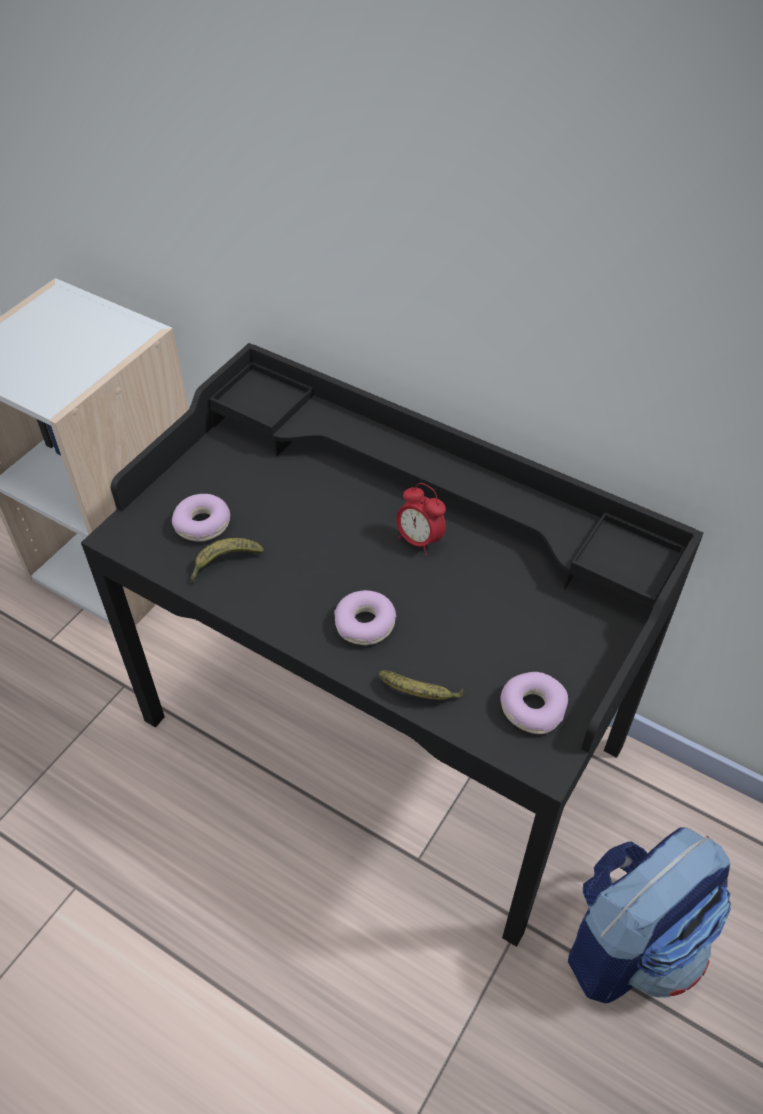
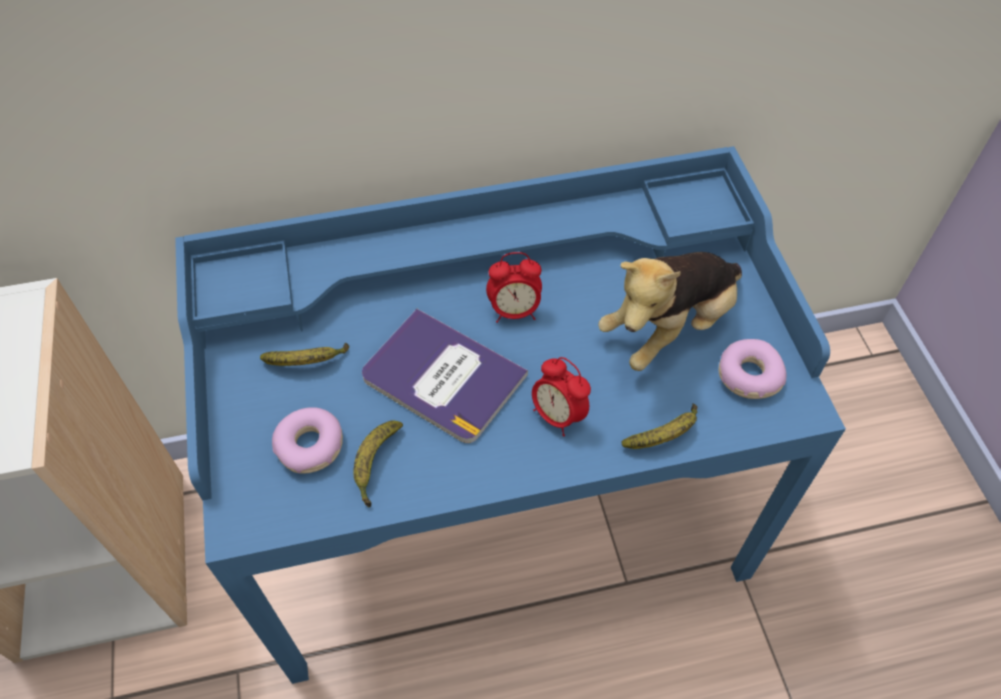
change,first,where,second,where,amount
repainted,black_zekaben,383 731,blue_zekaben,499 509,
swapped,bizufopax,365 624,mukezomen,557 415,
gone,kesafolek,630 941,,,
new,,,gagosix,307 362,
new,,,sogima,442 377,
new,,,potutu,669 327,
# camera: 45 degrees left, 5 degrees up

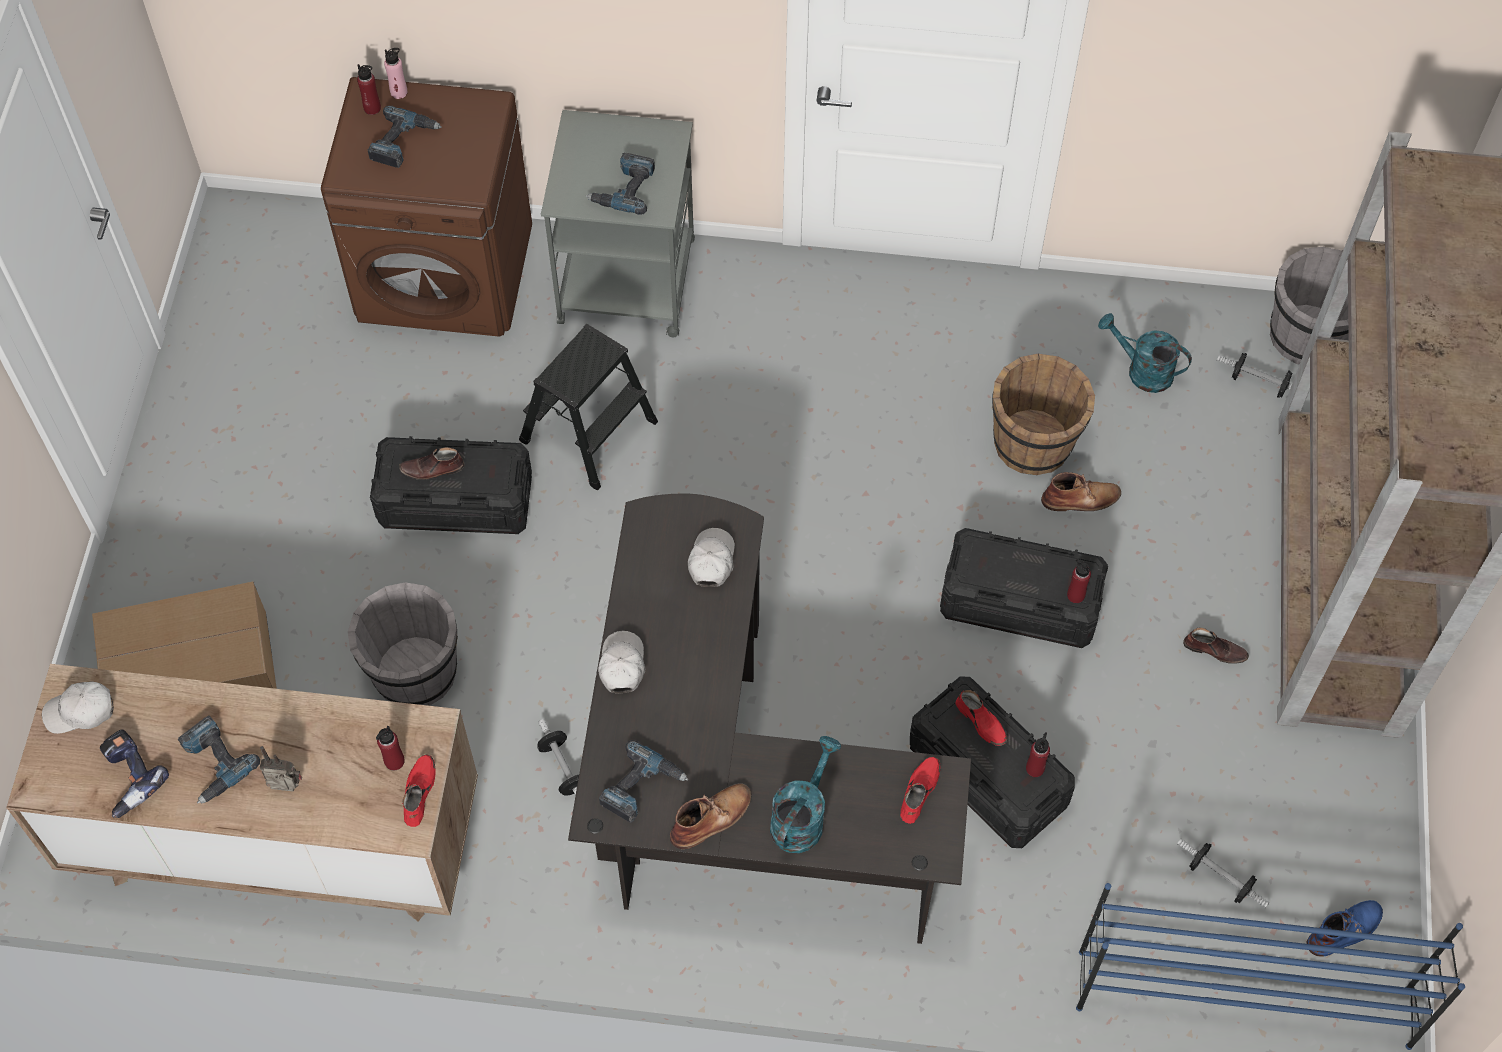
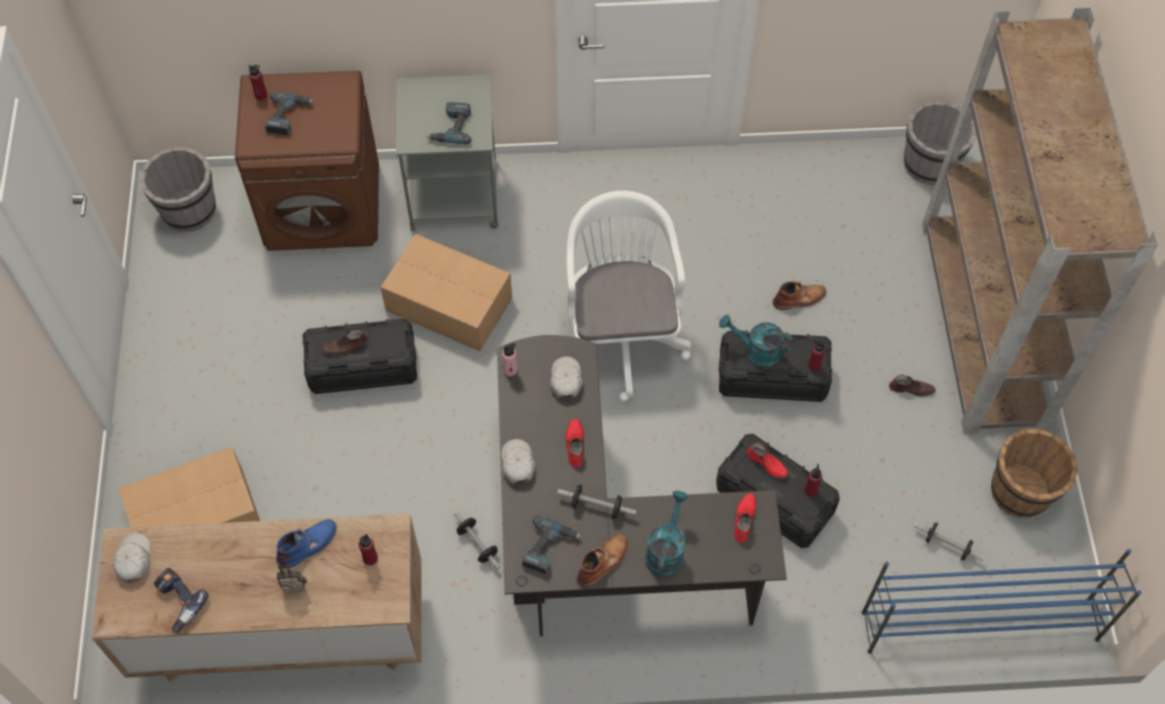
change,first,where,second,where,amount
rotated,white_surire,80 711,,133 560,105 degrees clockwise
gone,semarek,212 763,,,
shifted,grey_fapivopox,414 672,,188 210,
shifted,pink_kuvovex,399 92,,510 370,
shifted,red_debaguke,418 792,,574 444,
swapped,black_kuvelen,589 430,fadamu,448 302,
shifted,brown_fapivopox,1034 443,,1021 491,
shifted,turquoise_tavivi,1142 370,,756 352,
shifted,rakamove,1259 383,,596 506,
shifted,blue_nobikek,1345 930,,308 545,
new,,,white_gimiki,621 334,
# camera: 10 degrees left, 0 degrees up

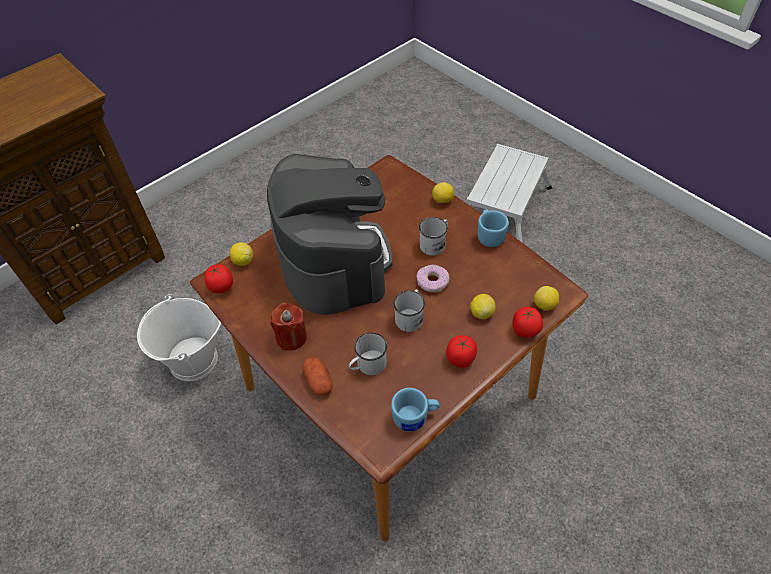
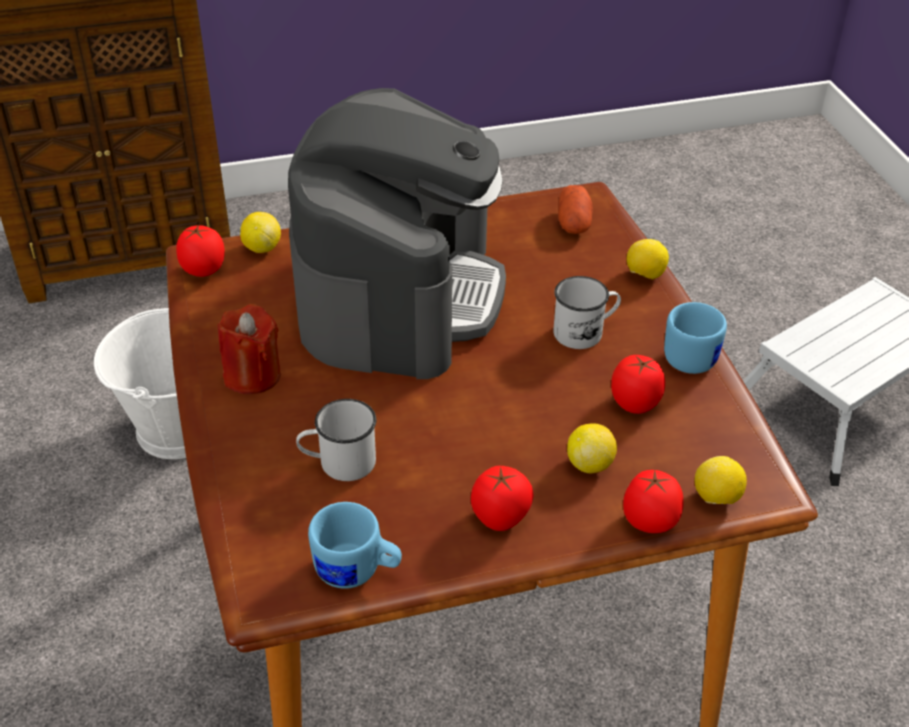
change,first,where,second,where,amount
shifted,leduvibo,318 381,,574 223,
gone,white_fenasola,410 317,,,
gone,bizufopax,432 282,,,
new,,,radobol,634 403,
# camera: 25 degrees right, 10 degrees down

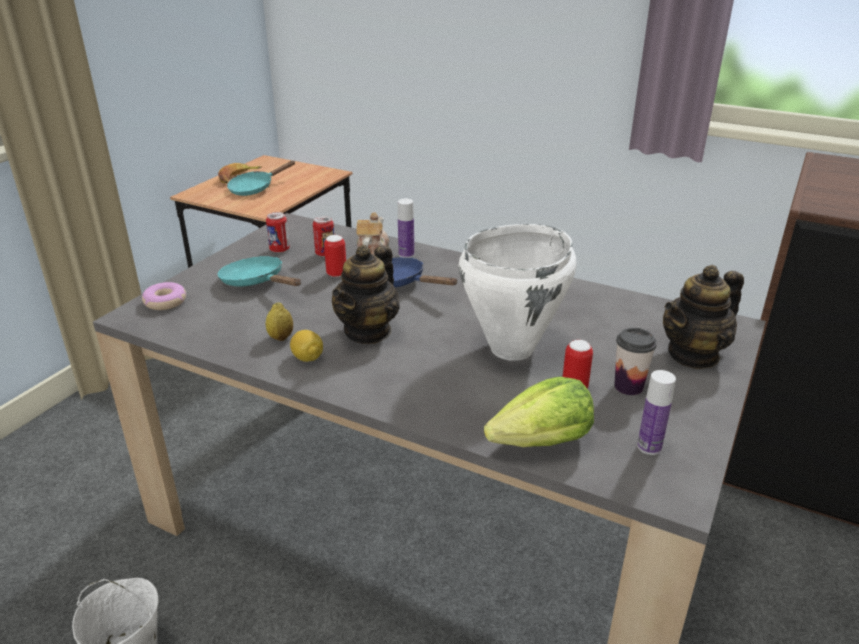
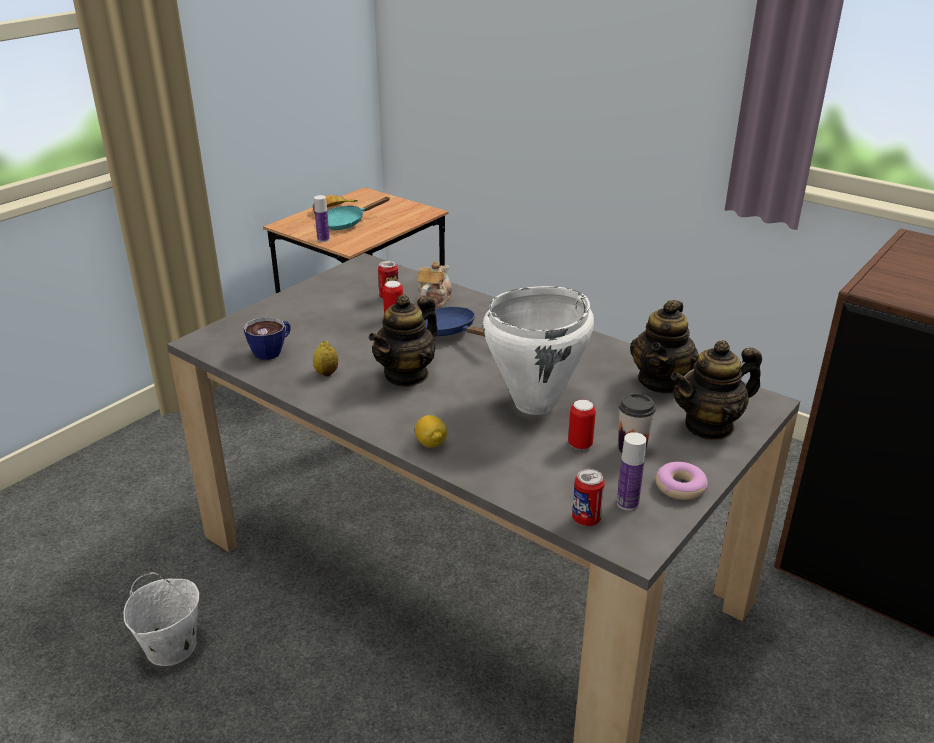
change,first,where,second,where,amount
shifted,bizufopax,165 302,,680 487,
gone,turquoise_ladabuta,257 282,,,
shifted,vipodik,279 250,,586 519,
shifted,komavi,307 358,,431 443,
shifted,kuvovex,406 255,,323 239,
gone,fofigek,542 442,,,
new,,,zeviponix,272 351,
new,,,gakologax,661 381,
# camera: 10 degrees right, 0 degrees up

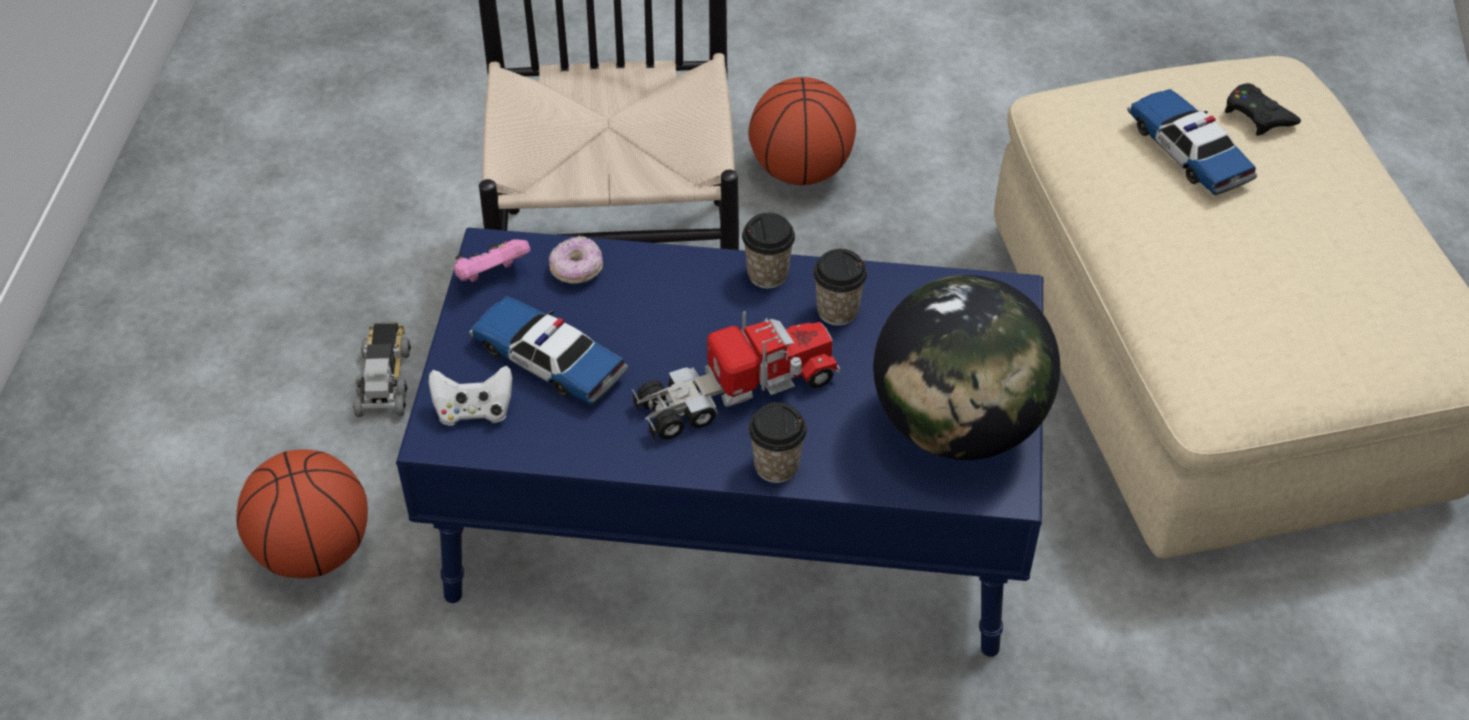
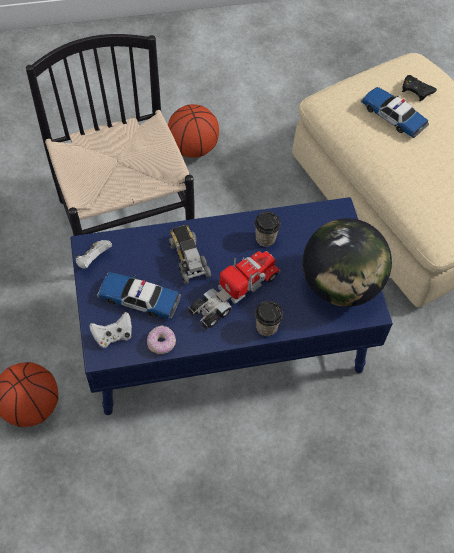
change,first,where,second,where,amount
shifted,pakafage,384 379,,188 258,
repainted,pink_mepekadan,491 275,white_mepekadan,93 260,
shifted,bizufopax,577 270,,161 343,
gone,zeviponix,767 274,,,
# camera: 20 degrees left, 10 degrees up

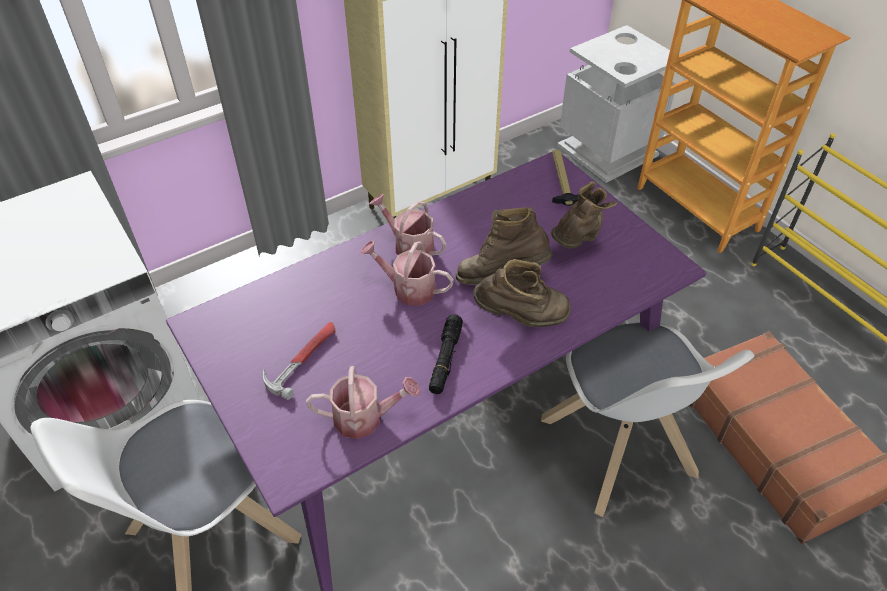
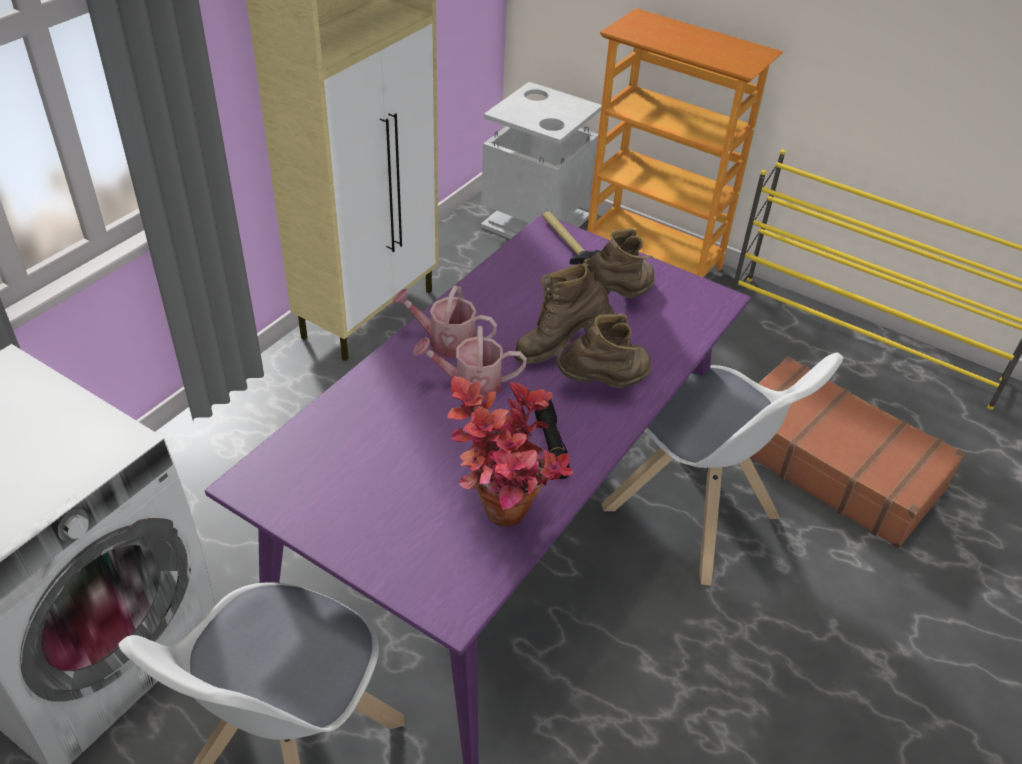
change,first,where,second,where,amount
gone,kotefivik,302 359,,,
swapped,tavivi,365 418,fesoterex,502 525,
rotated,brown_nobikek,578 241,,616 296,45 degrees clockwise
# camera: 25 degrees left, 5 degrees down

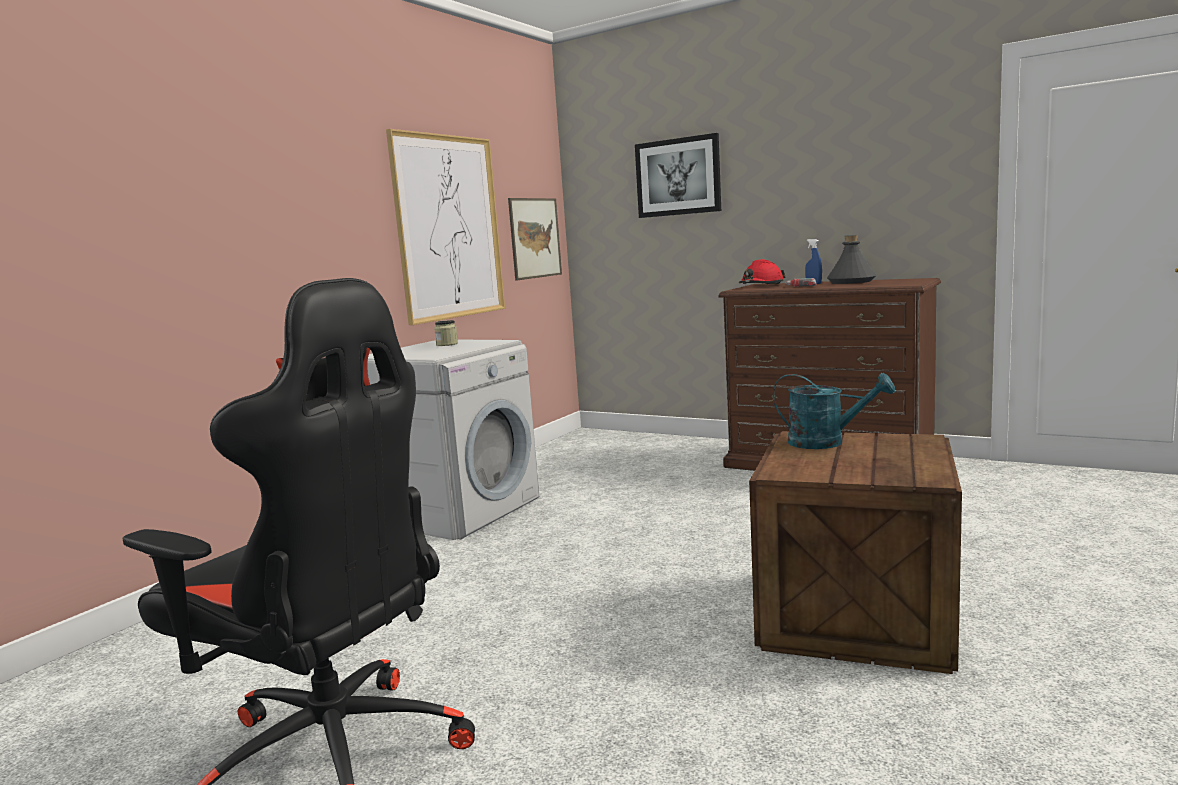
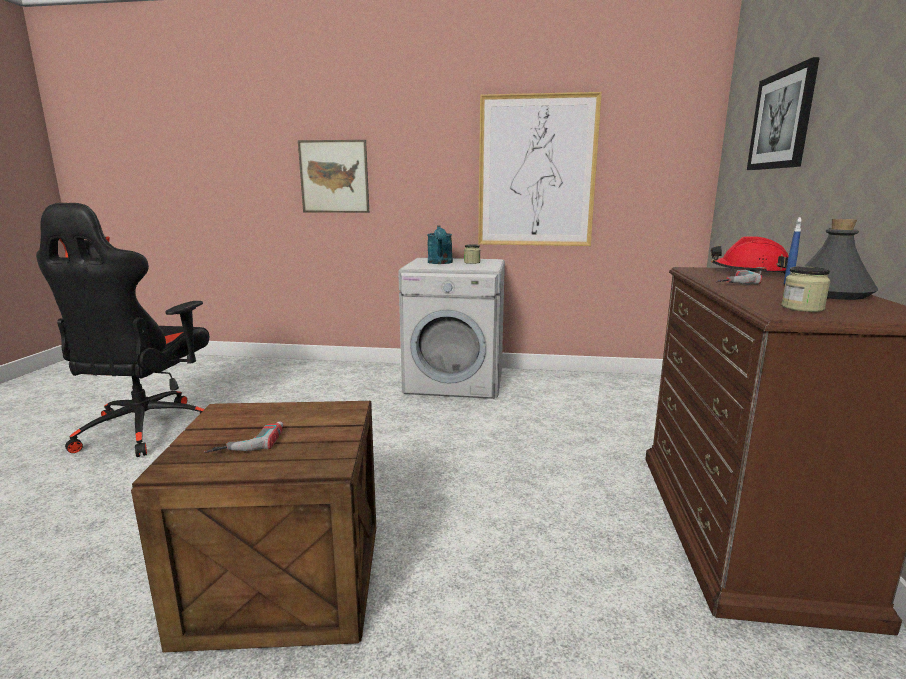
change,first,where,second,where,amount
shifted,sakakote,535 238,,334 176,
shifted,turquoise_tavivi,826 442,,440 263,
new,,,semarek,248 442,
new,,,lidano,802 308,
# camera: 65 degrees right, 5 degrees up

